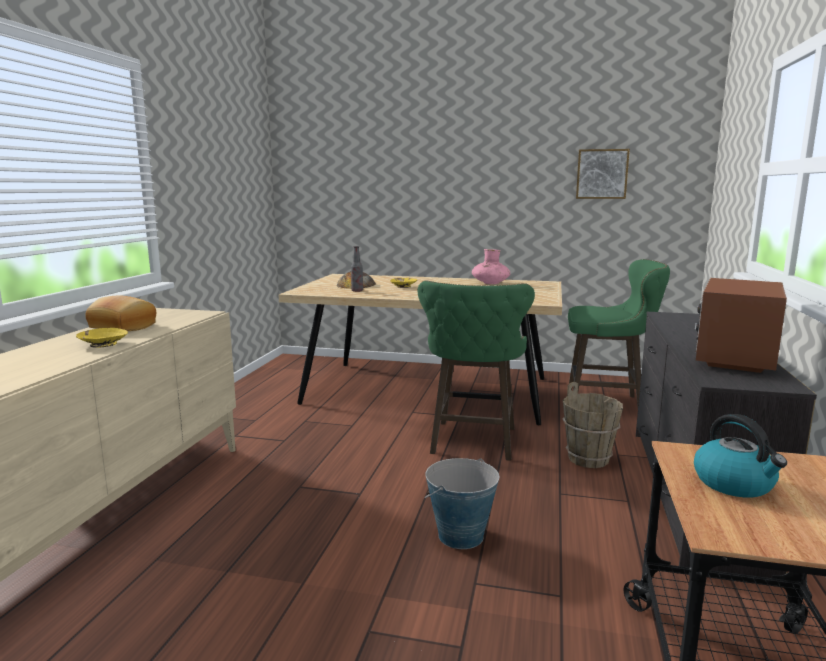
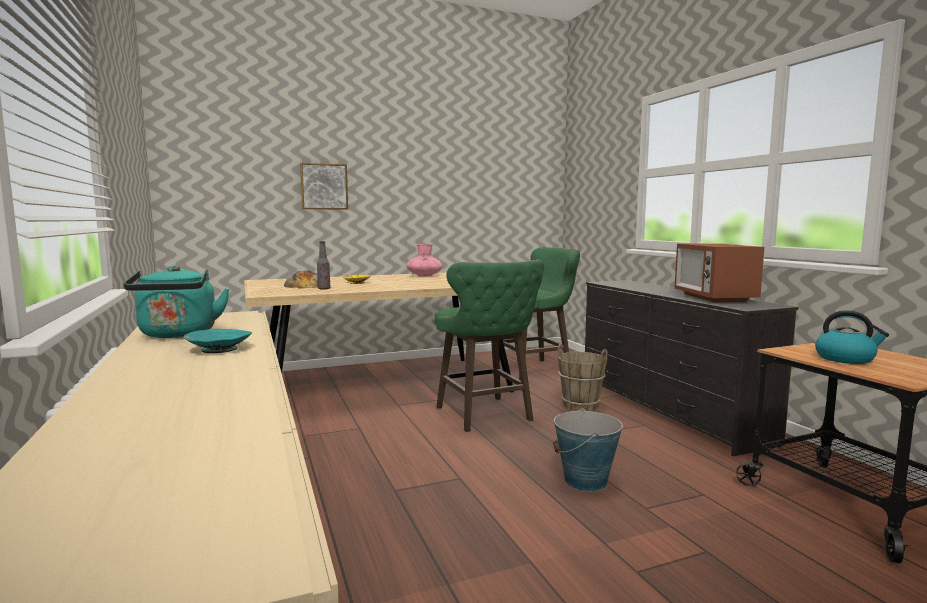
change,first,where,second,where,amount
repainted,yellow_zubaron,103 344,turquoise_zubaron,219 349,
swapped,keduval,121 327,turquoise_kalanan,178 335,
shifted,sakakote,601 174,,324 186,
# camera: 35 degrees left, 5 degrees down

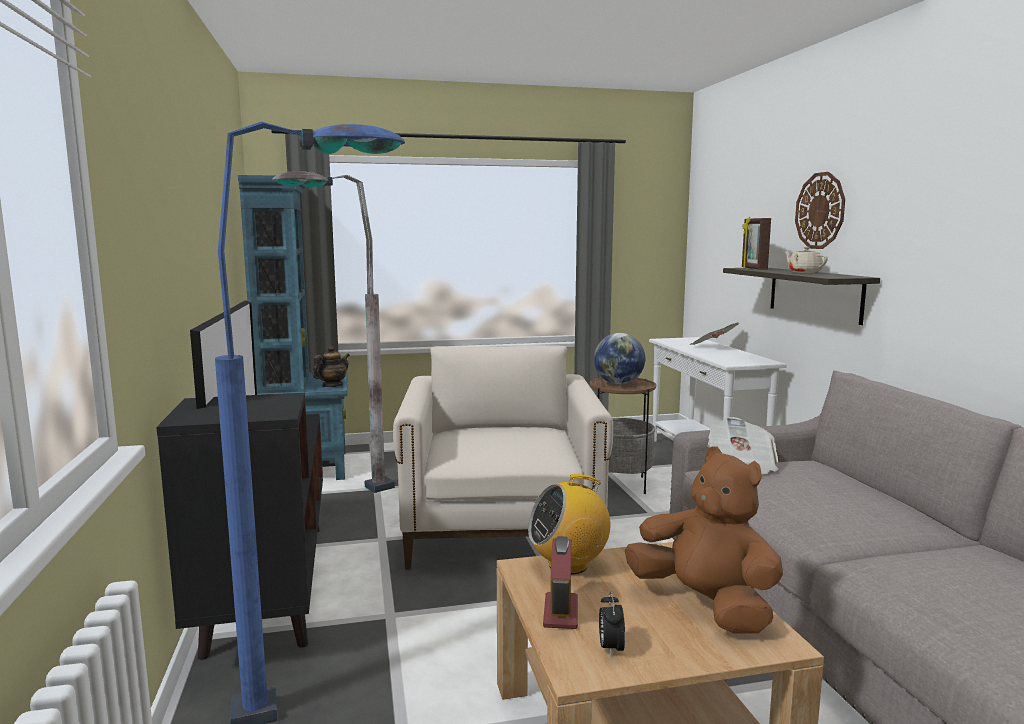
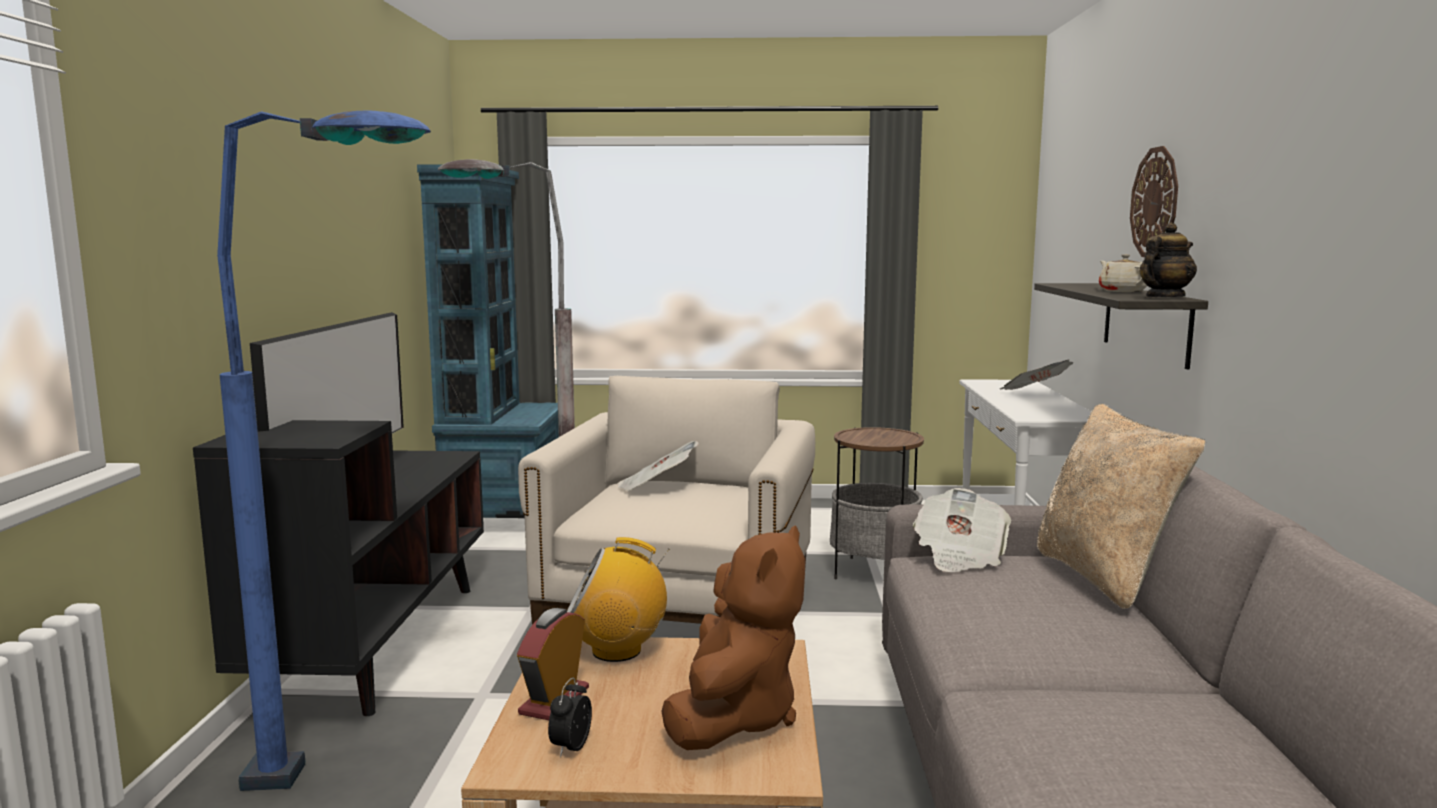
change,first,where,second,where,amount
shifted,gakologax,332 386,,1164 297,
gone,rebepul,618 383,,,
rotated,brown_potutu,705 605,,734 717,45 degrees clockwise
gone,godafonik,753 269,,,
new,,,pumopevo,656 487,
new,,,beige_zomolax,1102 581,
# camera: 15 degrees right, 0 degrees up

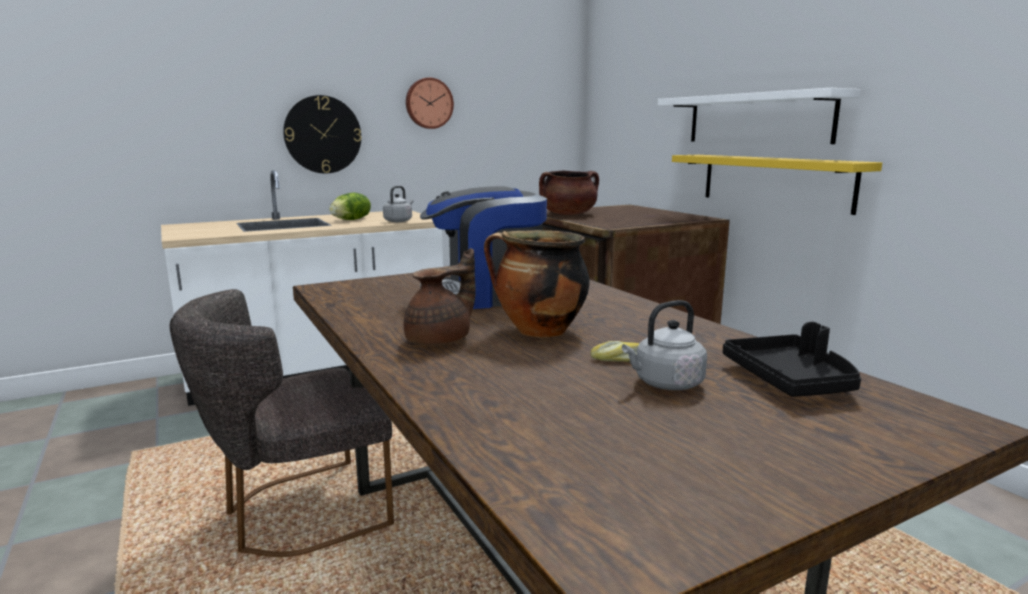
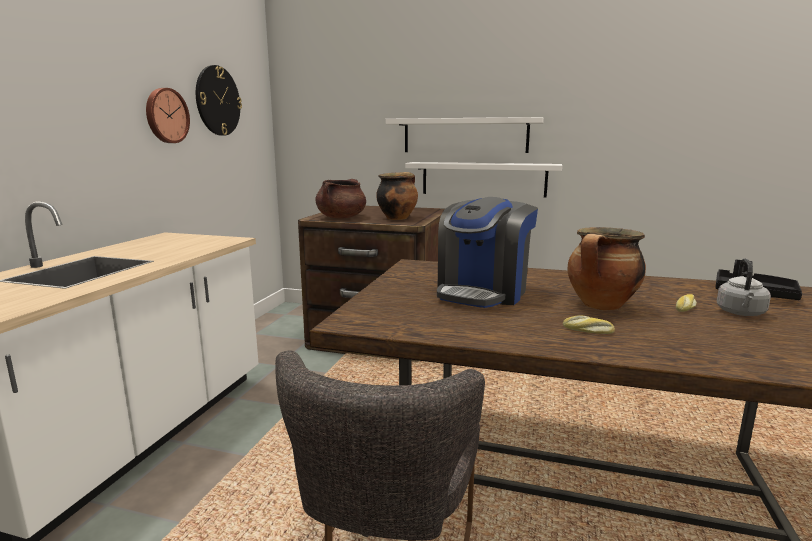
change,first,where,second,where,amount
shifted,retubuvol,323 134,,218 101,
gone,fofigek,351 220,,,
gone,grey_kalanan,399 221,,,
swapped,brown_gakologax,441 340,keduval,587 331,
repainted,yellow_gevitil,774 181,white_gevitil,483 179,
new,,,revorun,397 218,
# camera: 45 degrees left, 0 degrees up

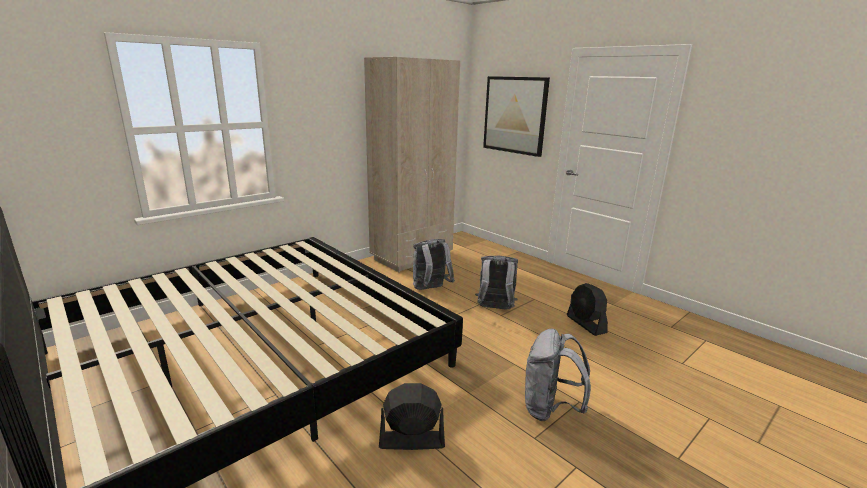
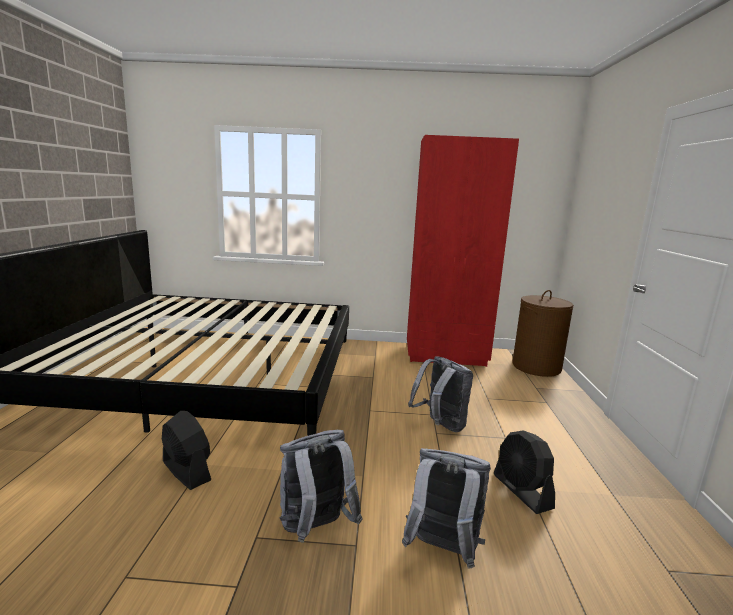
change,first,where,second,where,amount
repainted,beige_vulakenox,412 257,red_vulakenox,446 355,
shifted,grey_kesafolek,430 289,,442 550,
gone,sakakote,515 115,,,
rotated,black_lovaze,586 324,,522 491,45 degrees counterclockwise
new,,,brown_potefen,536 367,
# camera: 45 degrees right, 5 degrees down

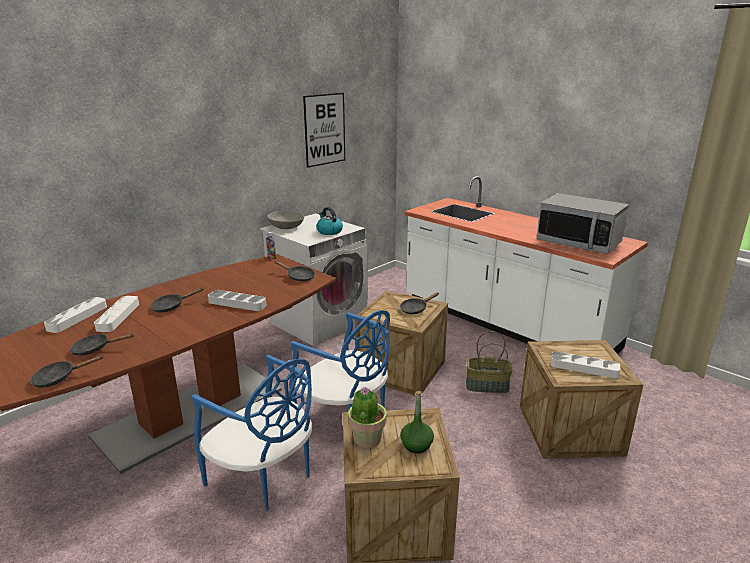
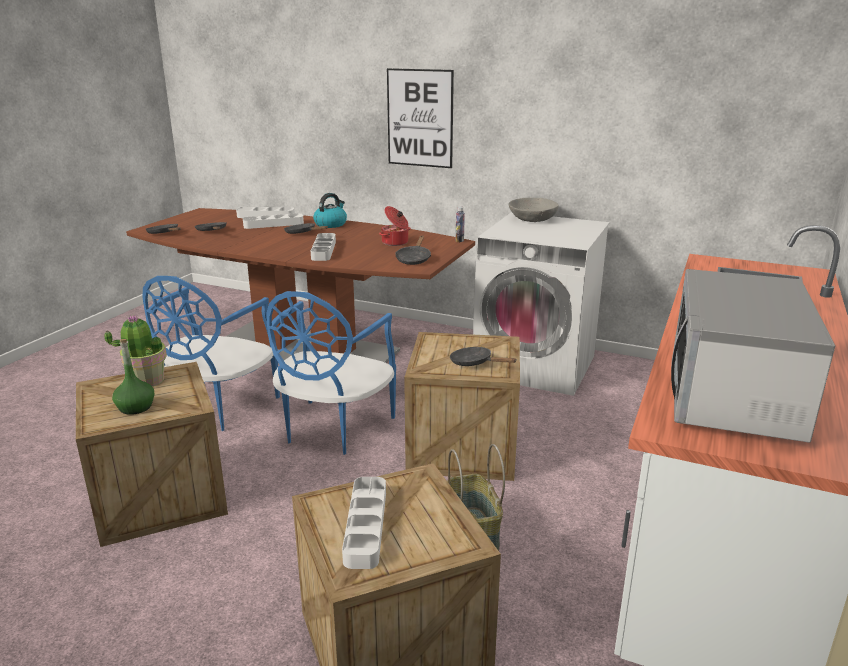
change,first,where,second,where,amount
shifted,sakakote,324 129,,420 118,
shifted,kalanan,329 231,,331 224,
new,,,revorun,395 243,
# camera: 70 degrees right, 0 degrees up

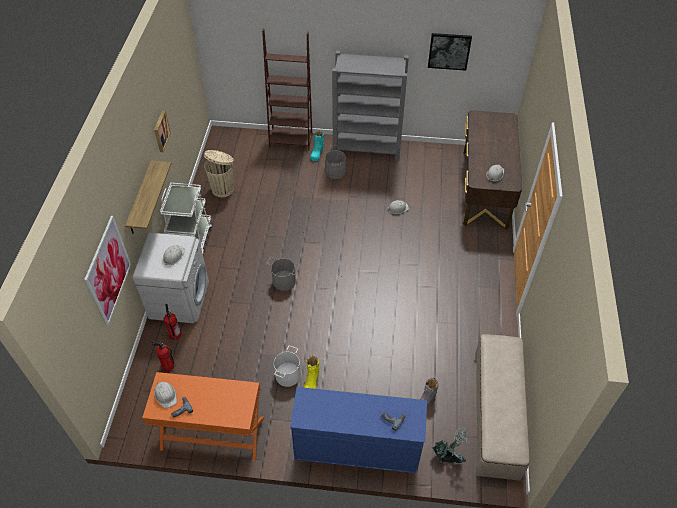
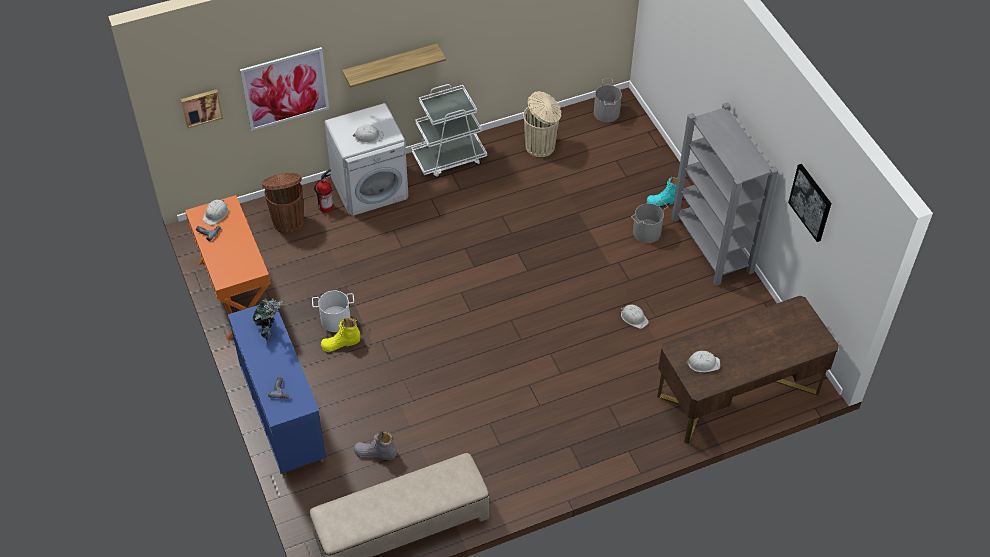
change,first,where,second,where,amount
swapped,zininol,167 365,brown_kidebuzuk,288 221,
shifted,sakakote,161 131,,201 107,
gone,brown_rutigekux,290 140,,,
shifted,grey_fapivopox,284 281,,607 112,
shifted,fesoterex,448 457,,269 329,
# camera: 60 degrees right, 0 degrees up

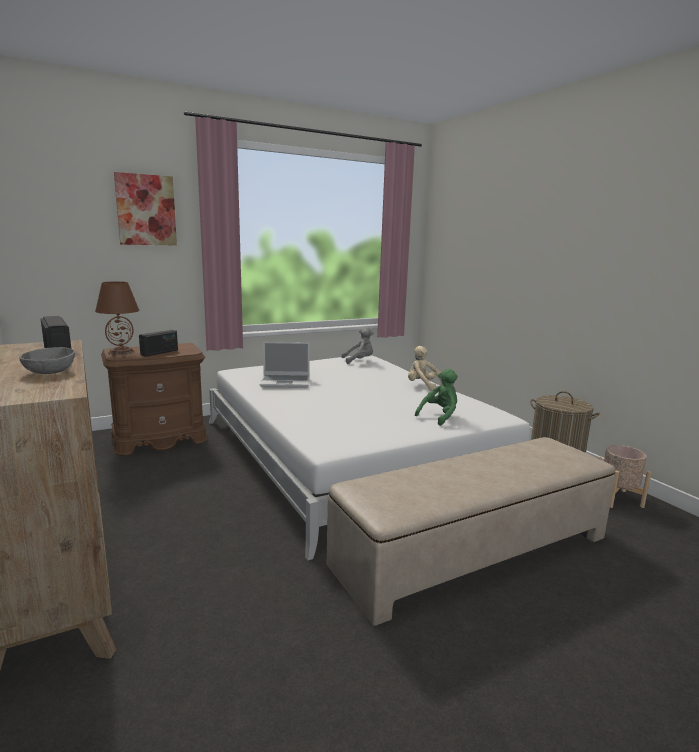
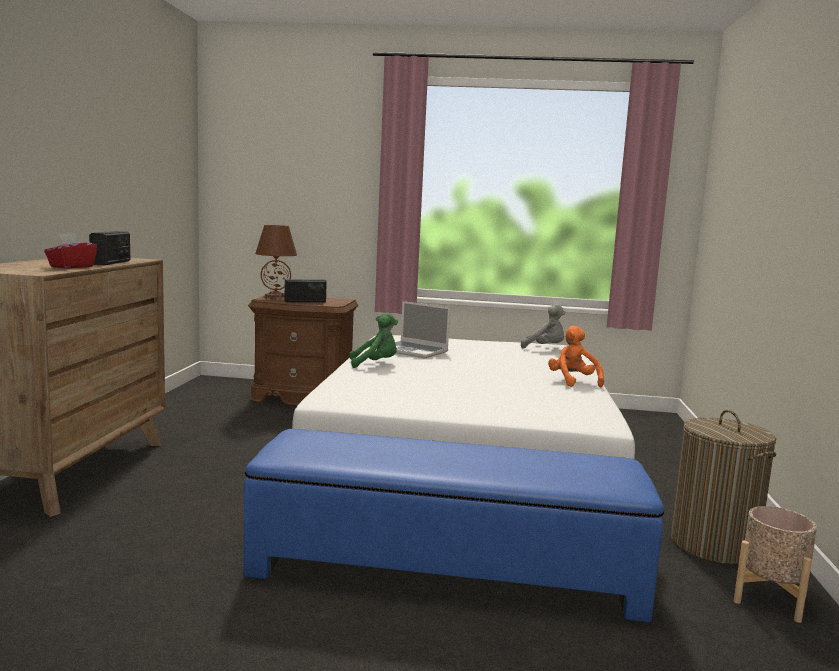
change,first,where,second,where,amount
swapped,grey_zubaron,50 372,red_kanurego,71 267,
gone,sakakote,146 210,,,
repainted,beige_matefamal,473 550,blue_matefamal,447 567,
repainted,beige_potutu,423 386,orange_potutu,573 381,
shifted,green_potutu,439 416,,375 364,
# camera: 35 degrees right, 5 degrees down

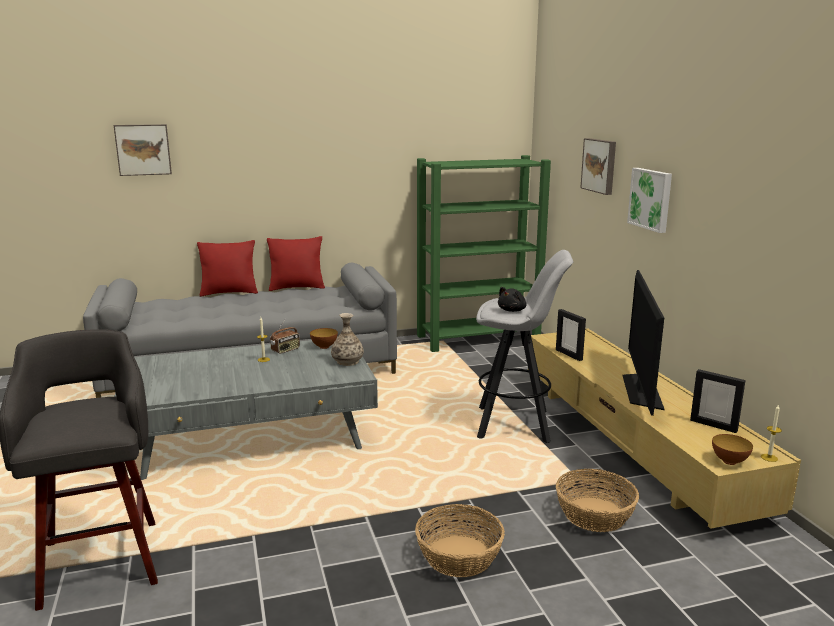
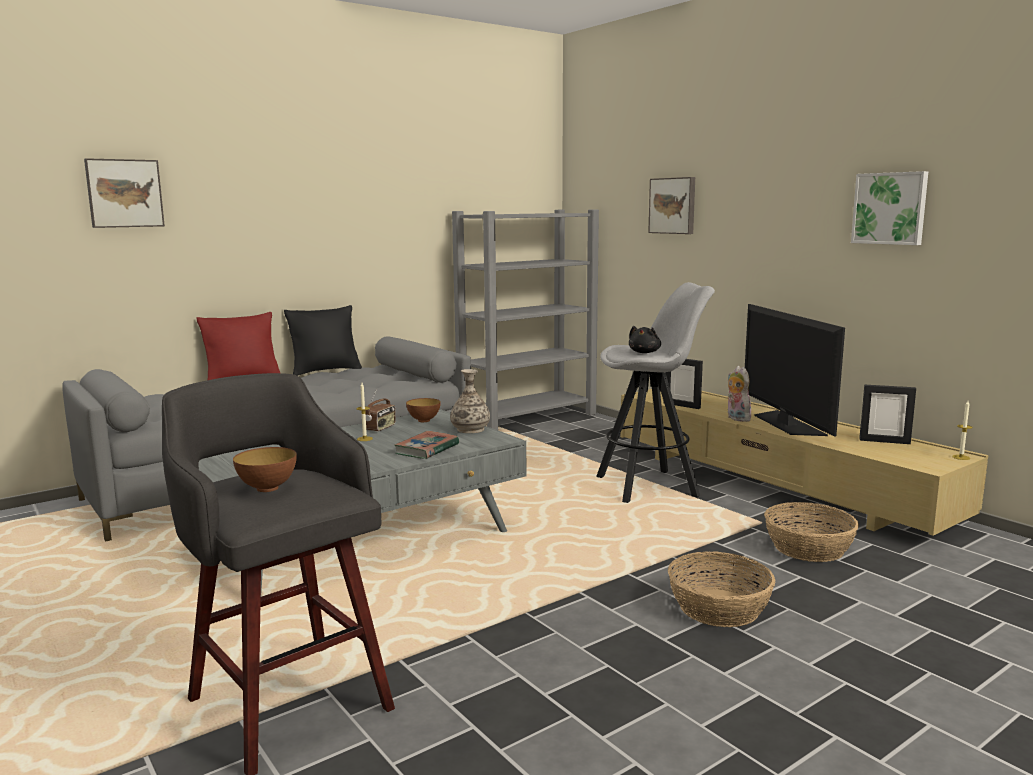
change,first,where,second,where,amount
repainted,red_zomolax,297 288,black_zomolax,325 371,
repainted,green_rutigekux,478 338,grey_rutigekux,528 418,
shifted,sakakote,651 199,,890 208,
shifted,zubaron,729 461,,267 488,
new,,,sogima,427 449,
new,,,potutu,736 418,
# camera: 20 degrees left, 5 degrees down

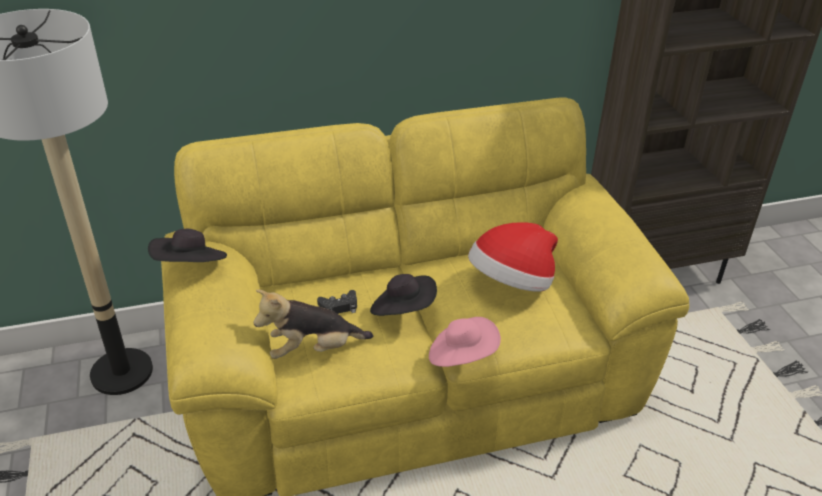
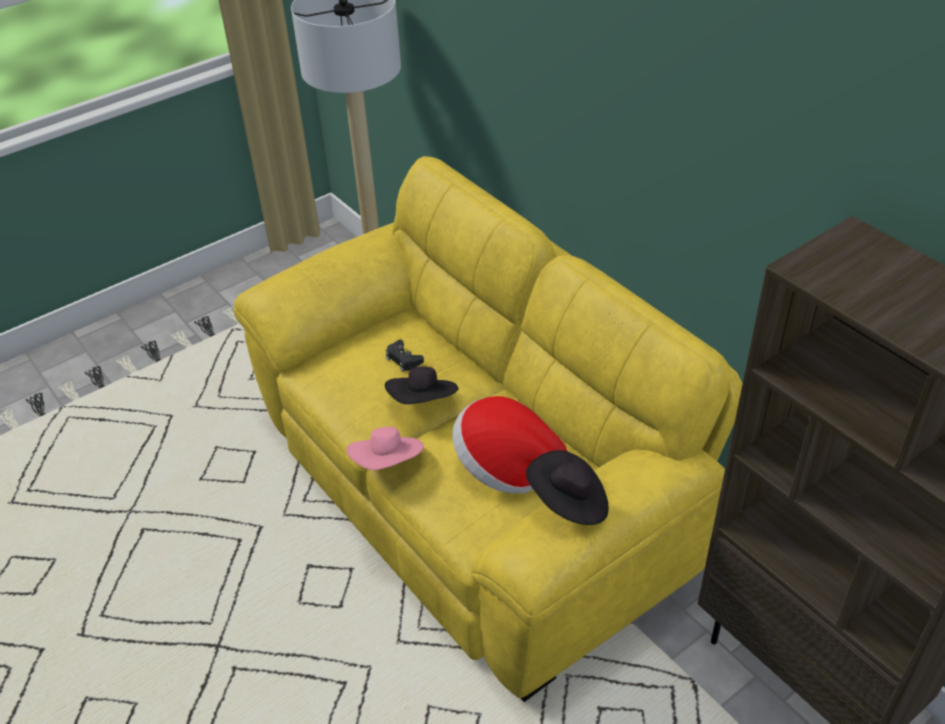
change,first,where,second,where,amount
shifted,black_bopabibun,191 266,,569 503,
gone,potutu,313 350,,,
# camera: 70 degrees right, 5 degrees up

